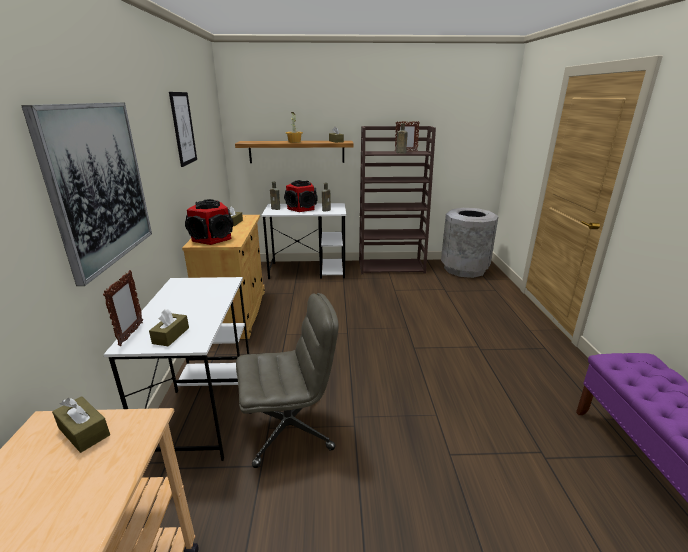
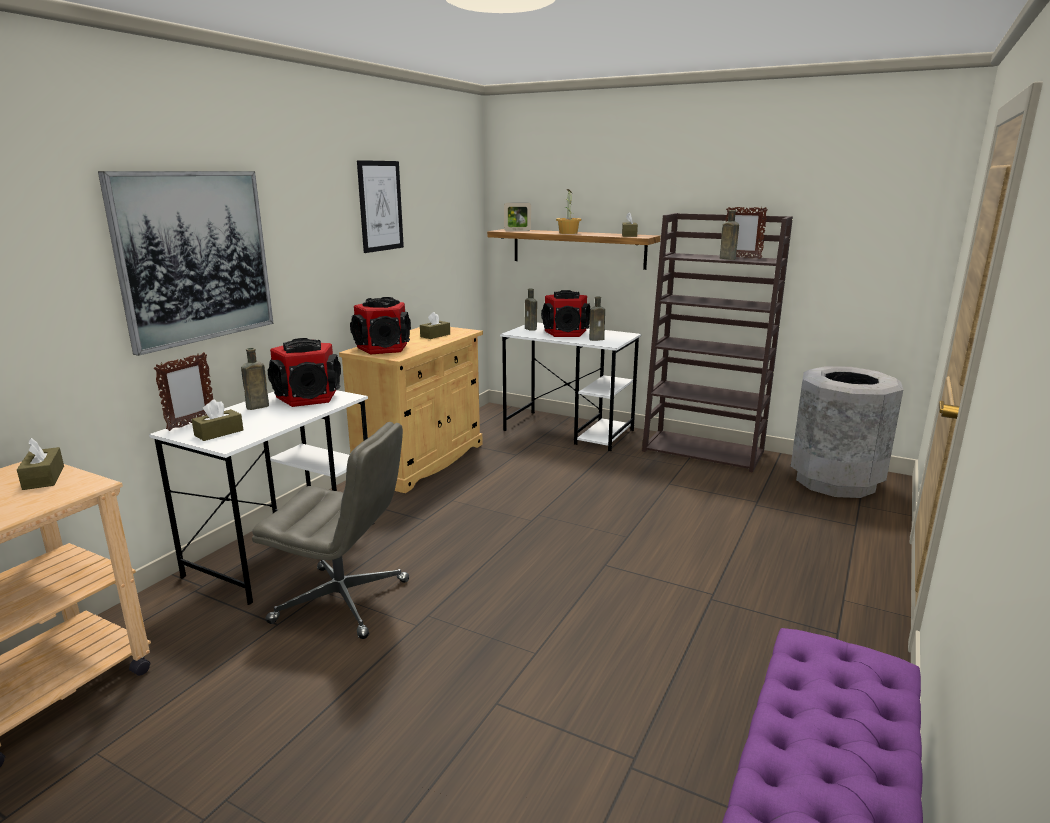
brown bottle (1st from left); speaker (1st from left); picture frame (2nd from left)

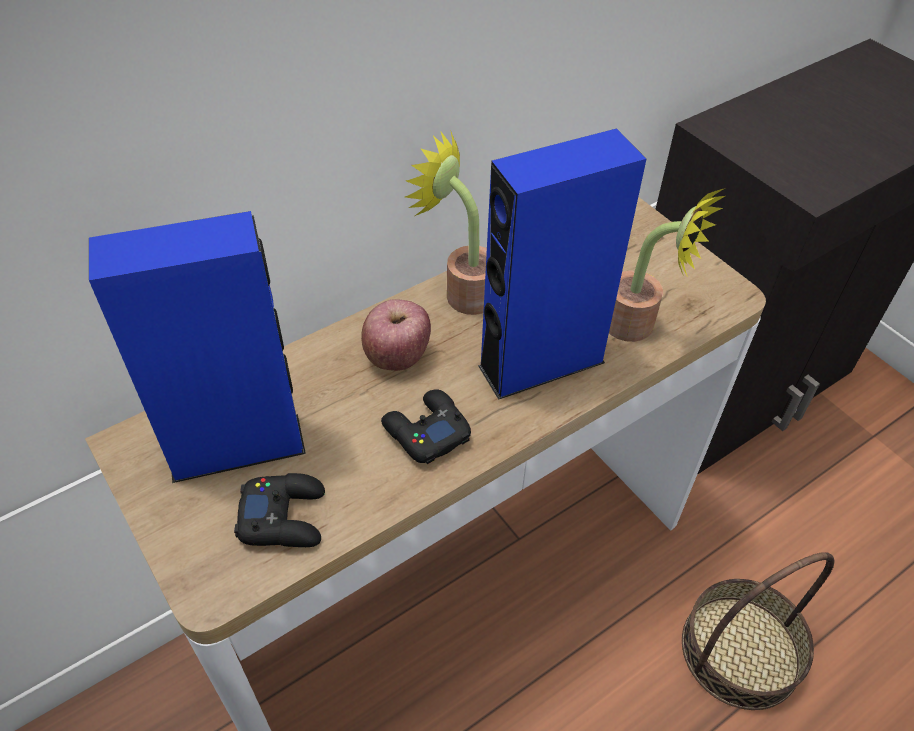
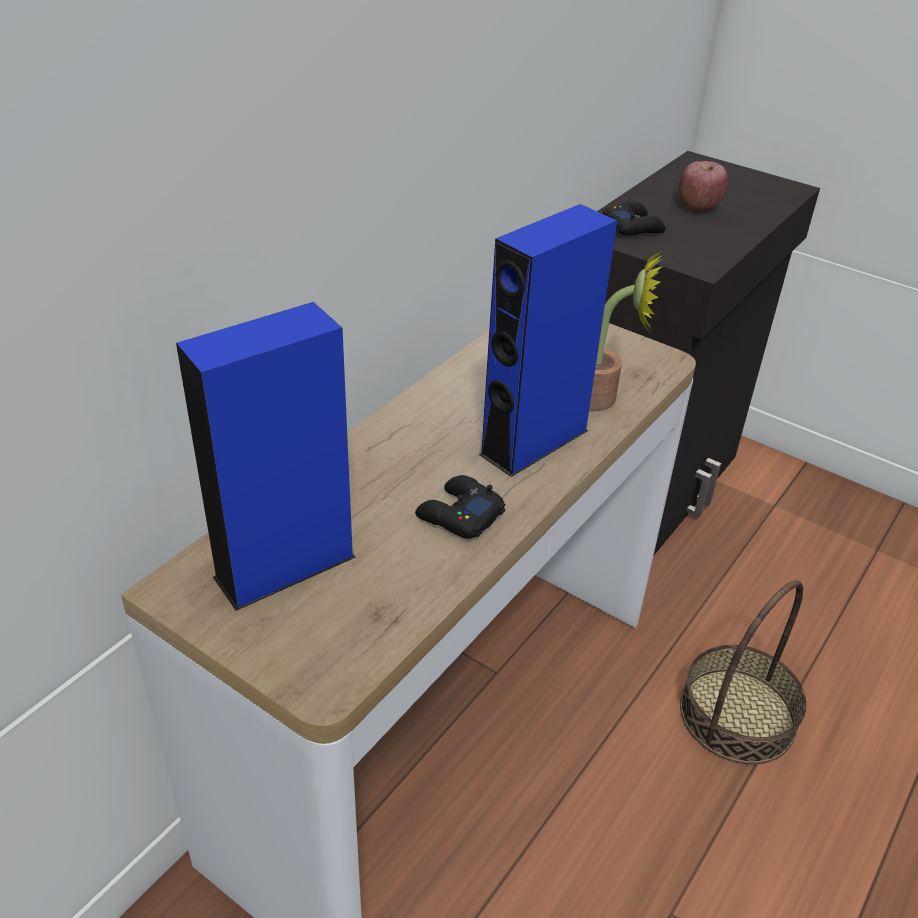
black game controller (2nd from left); apple; potted plant (1st from left in the first image)

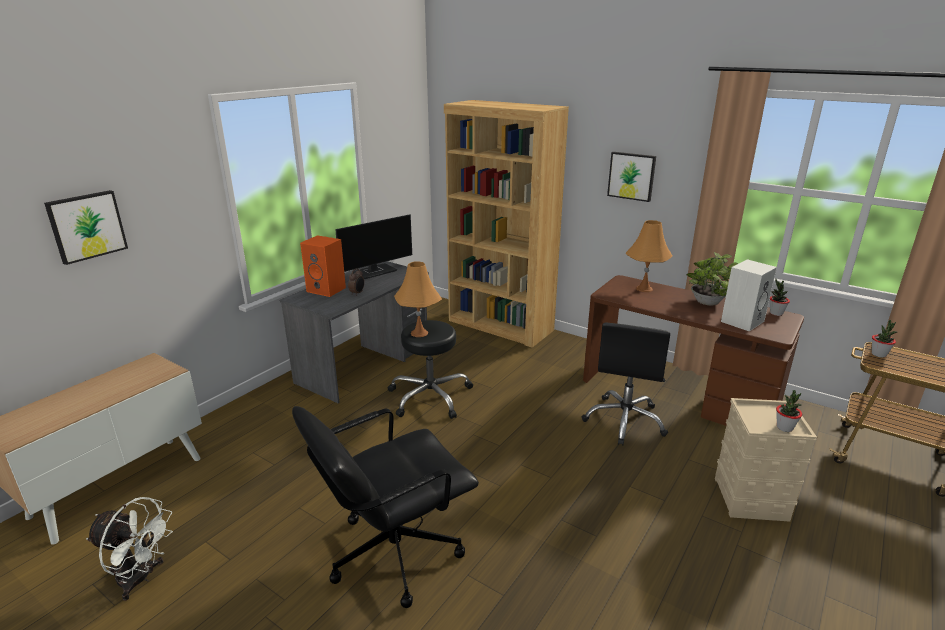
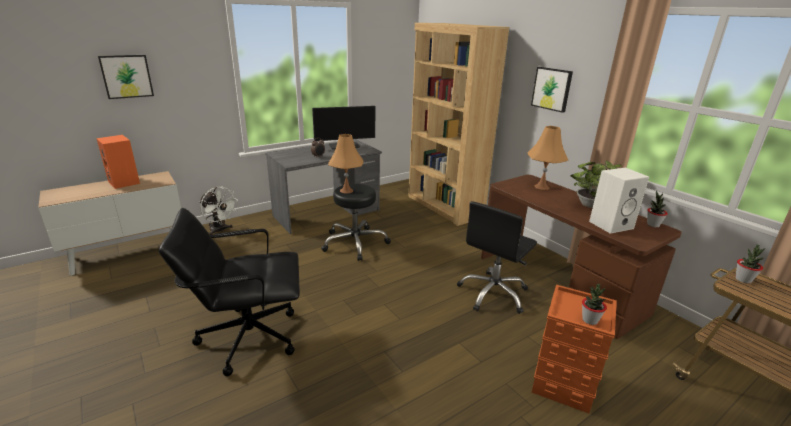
white fan; orange speaker; orange storage box

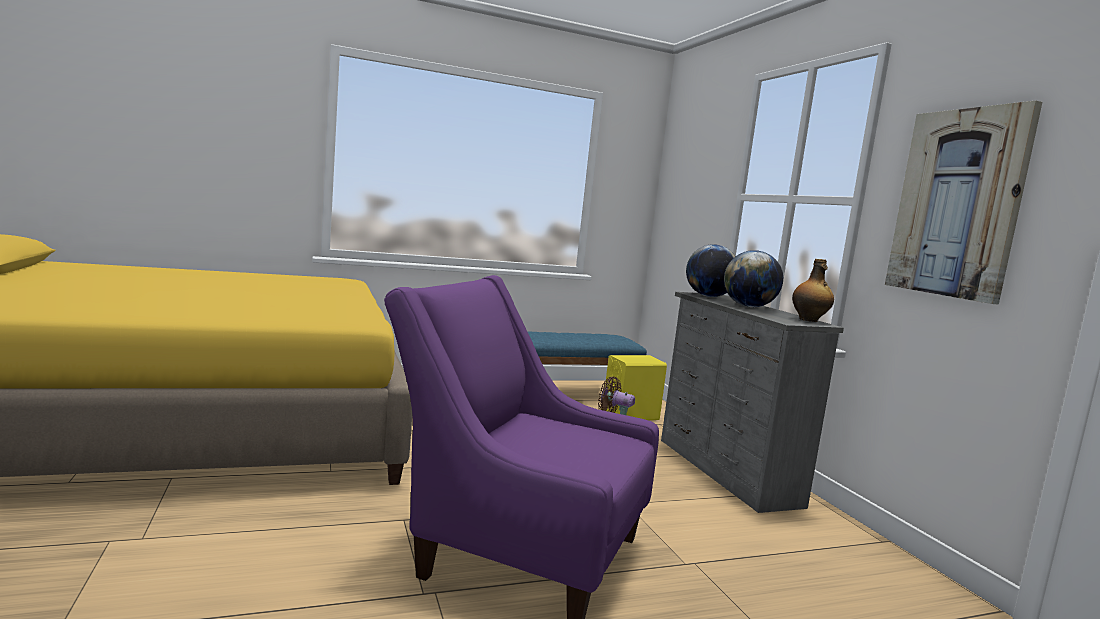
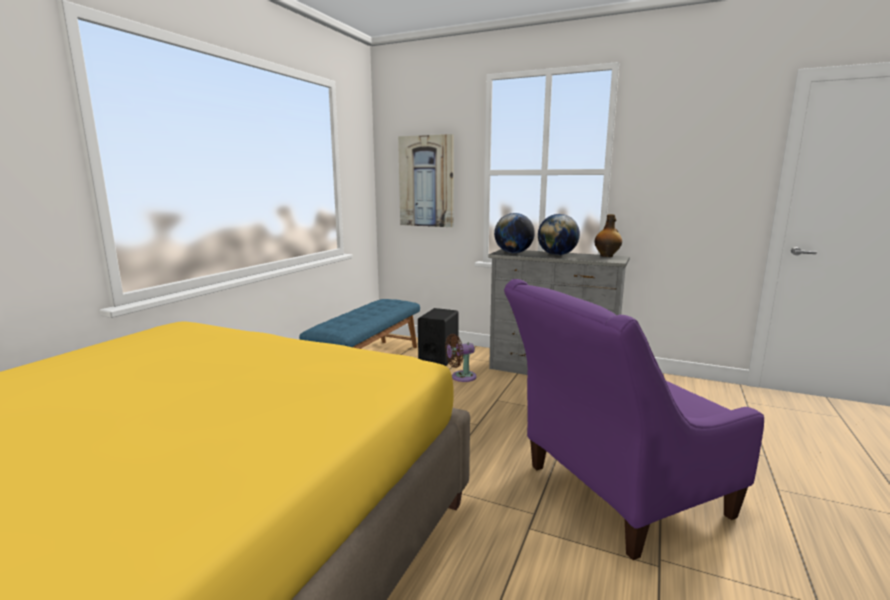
black speaker; picture

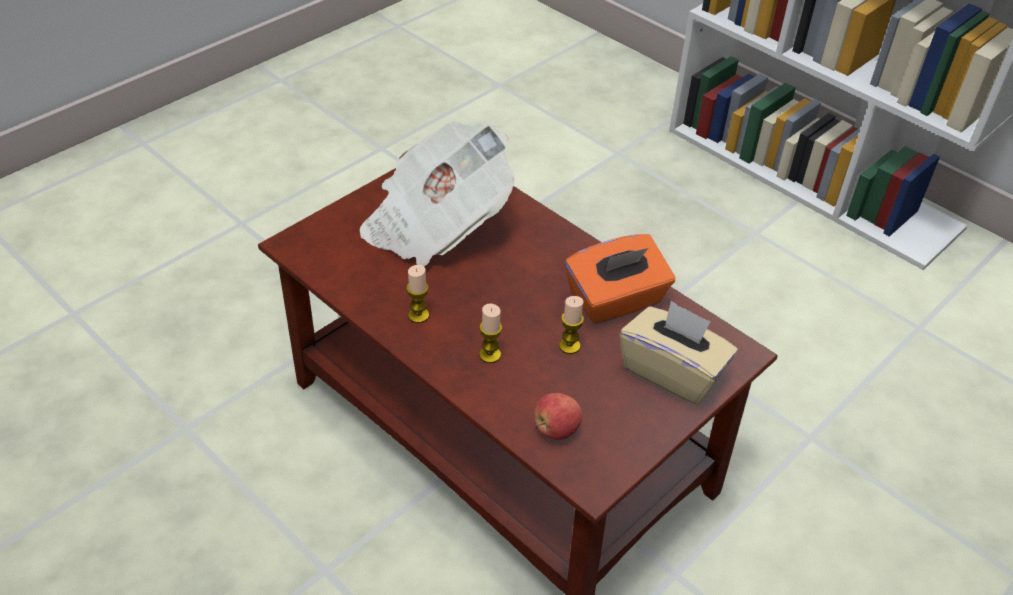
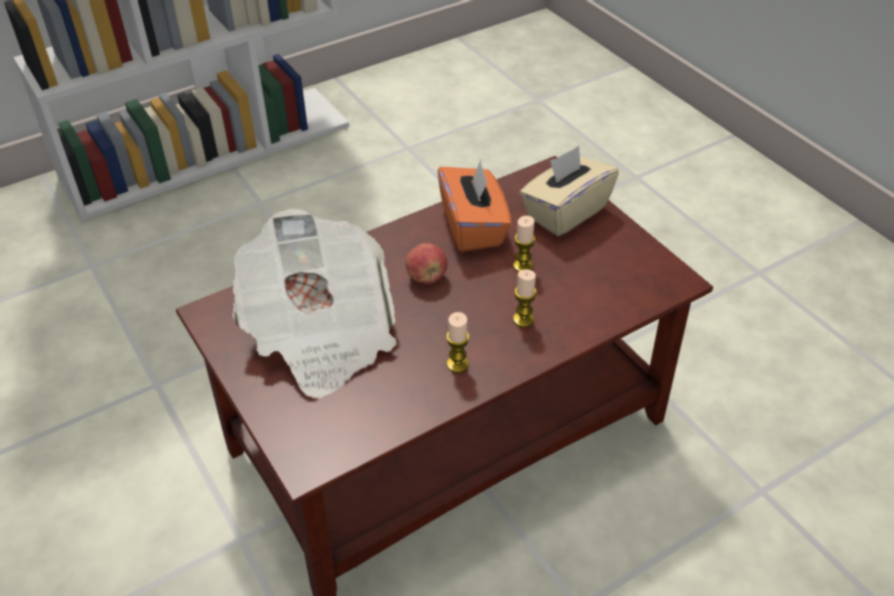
apple

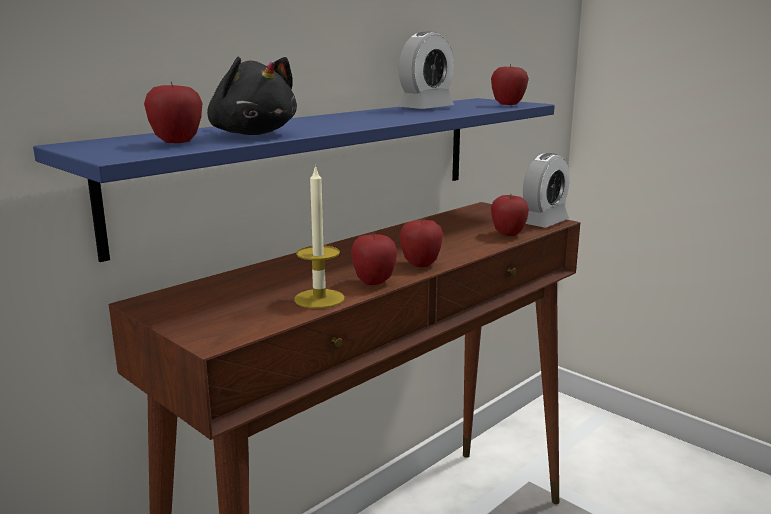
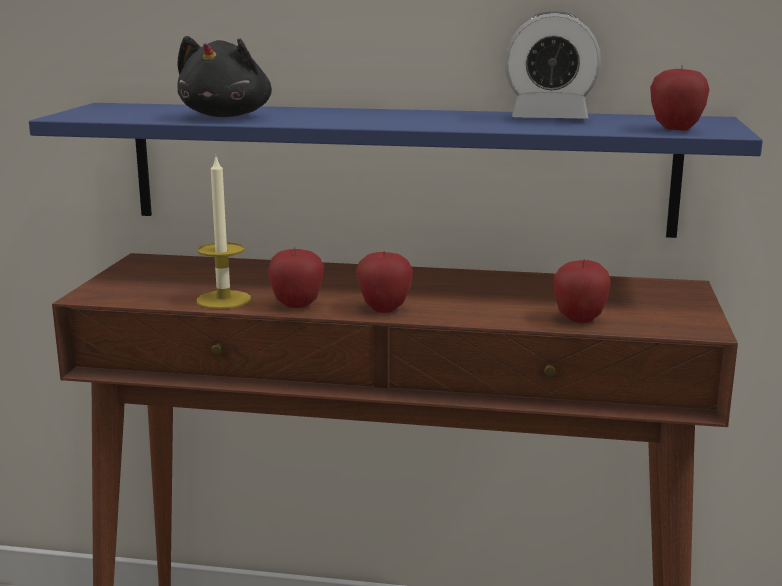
apple (1st from left in the first image); alarm clock (2nd from left in the first image)

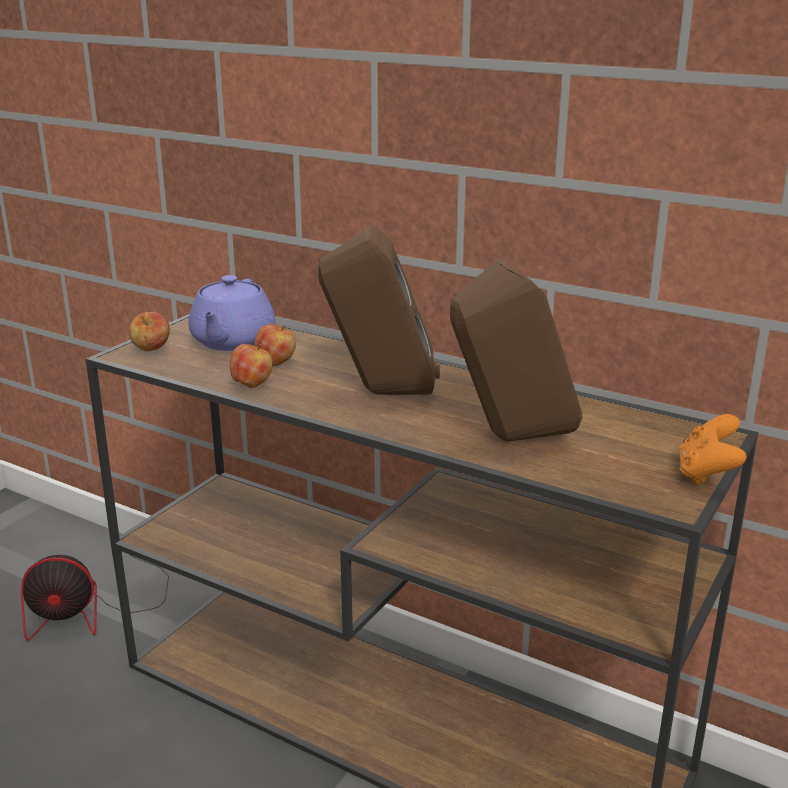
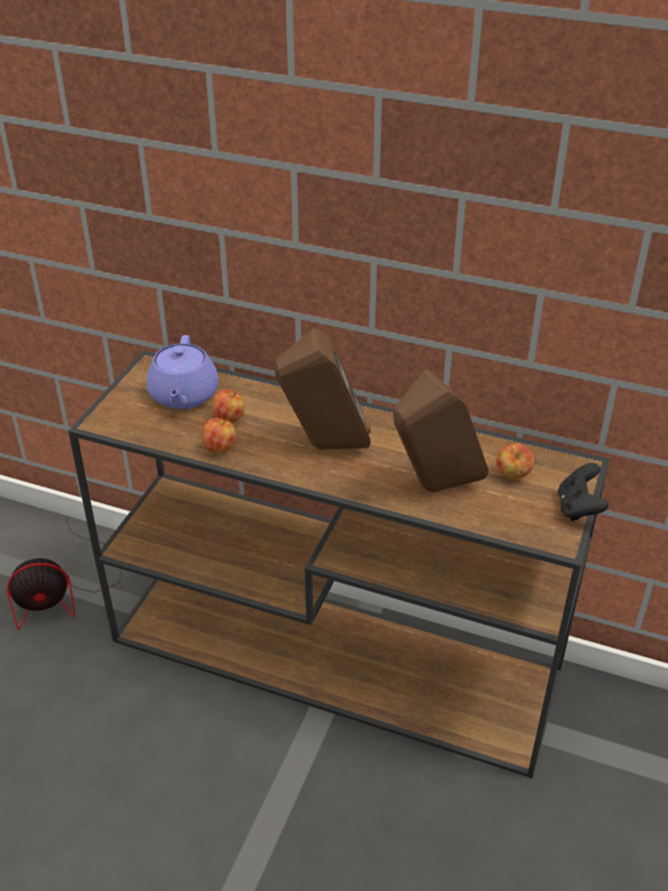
apple (3rd from left); black game controller

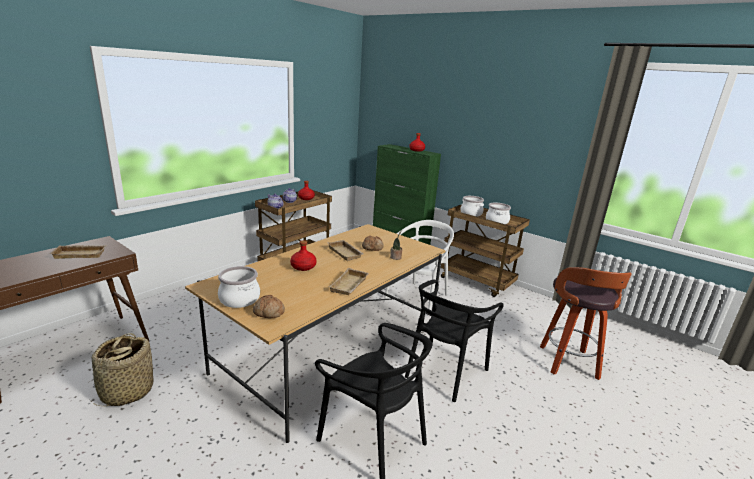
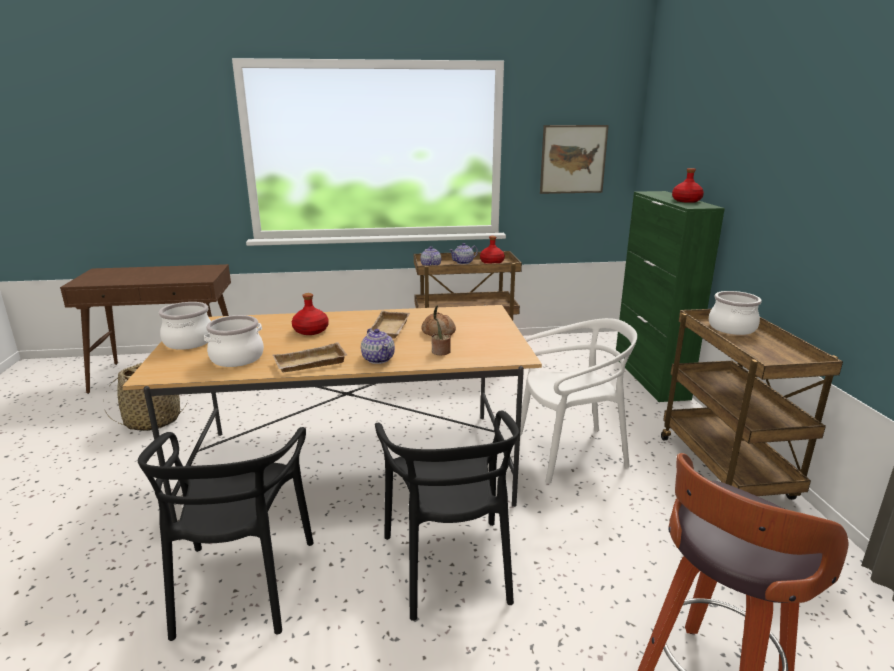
beige tray (1st from left in the first image); bread (1st from left in the first image); black chair (2nd from left); cooking pot (2nd from left); teapot (1st from left); picture

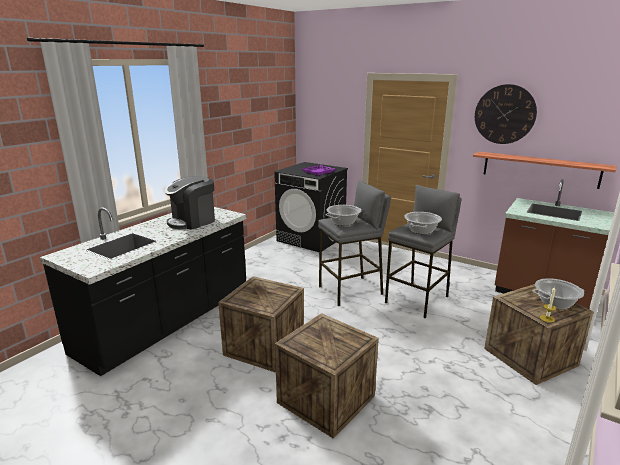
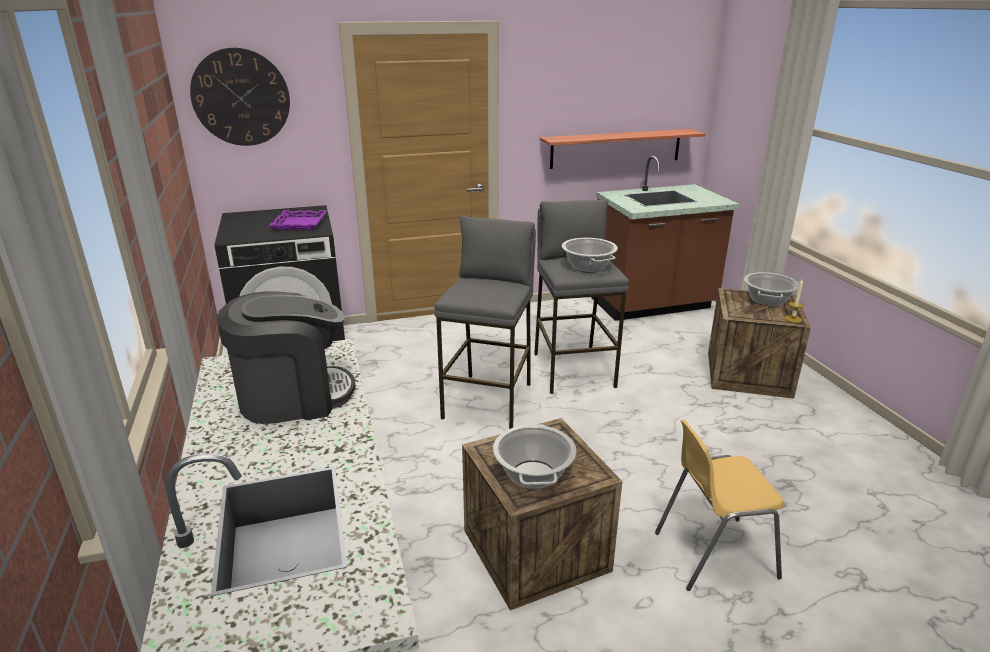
coffee machine; yellow chair; cooking pot (1st from left); wall clock

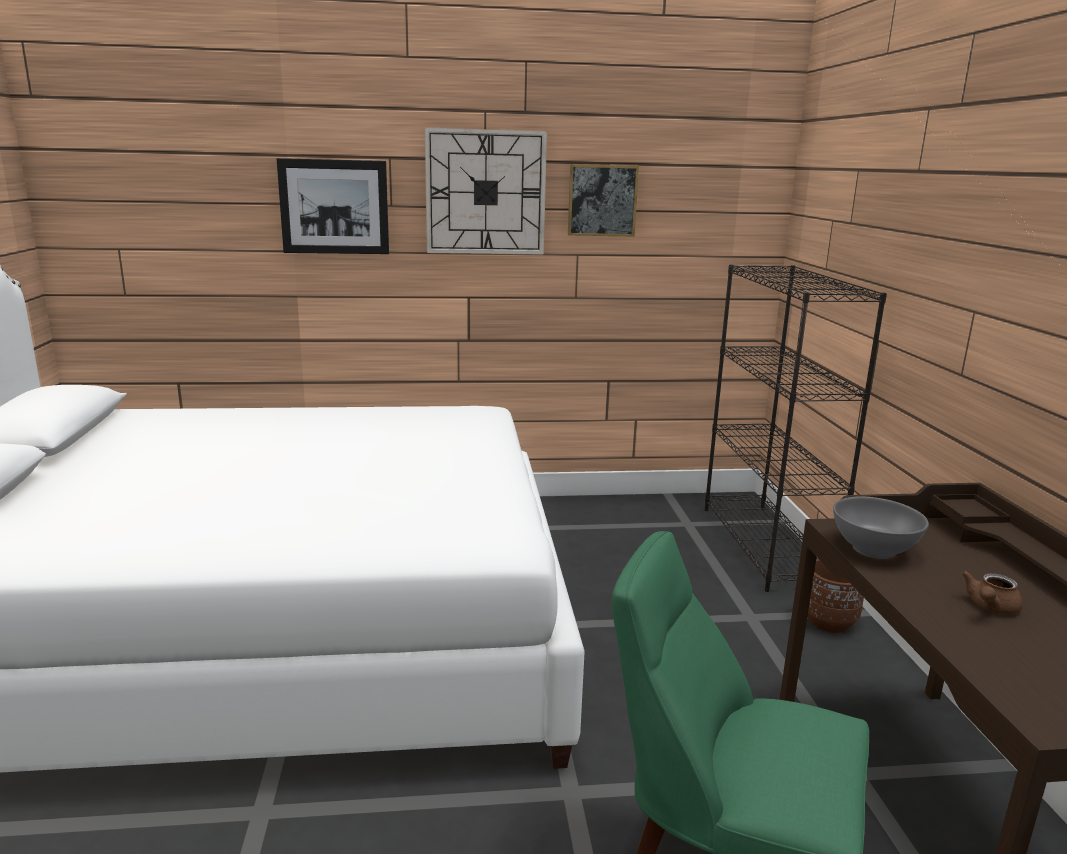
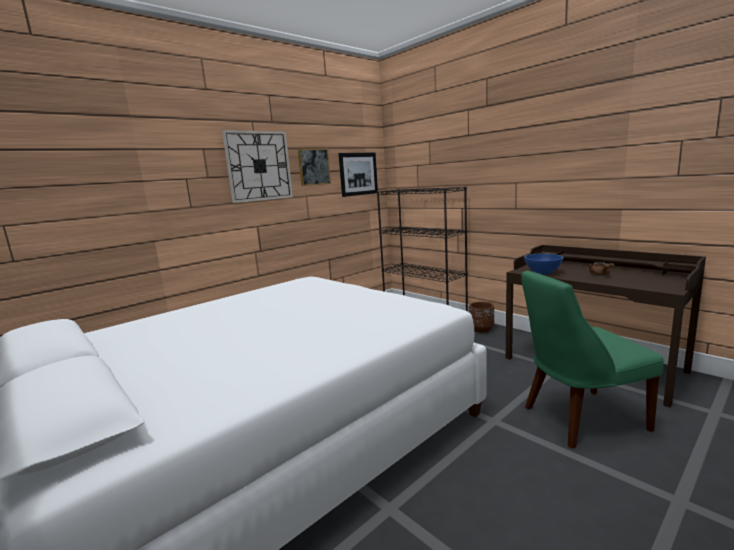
picture (2nd from left); blue bowl

